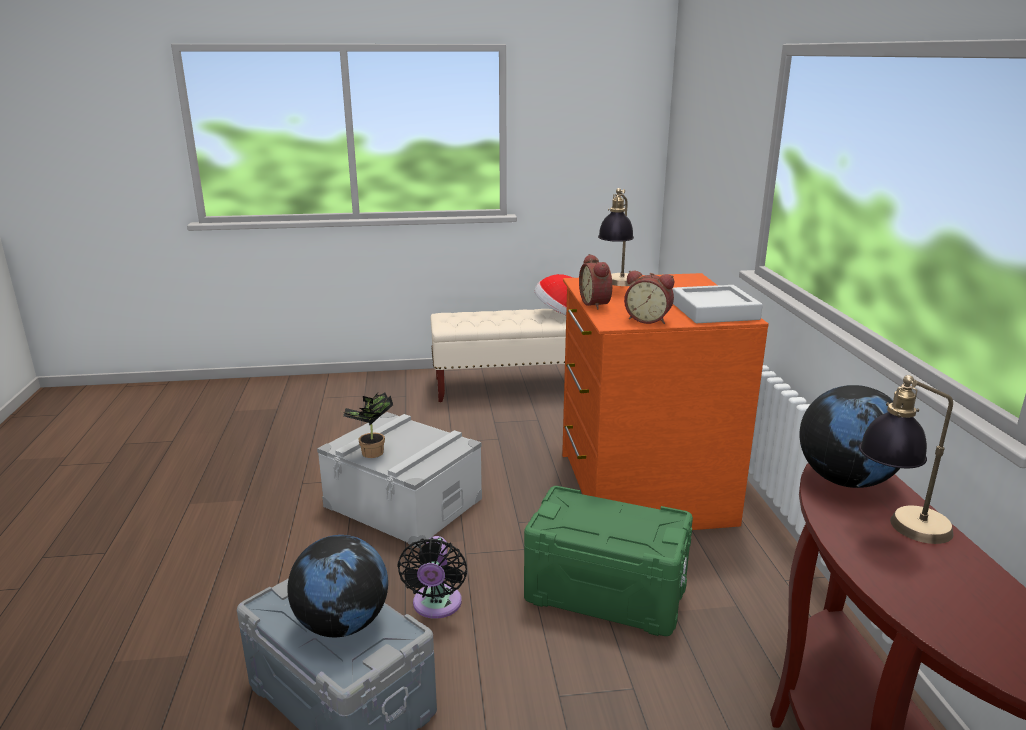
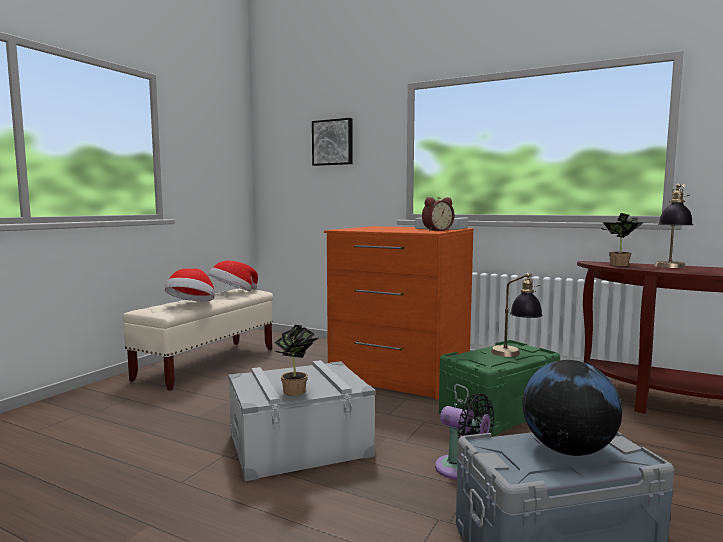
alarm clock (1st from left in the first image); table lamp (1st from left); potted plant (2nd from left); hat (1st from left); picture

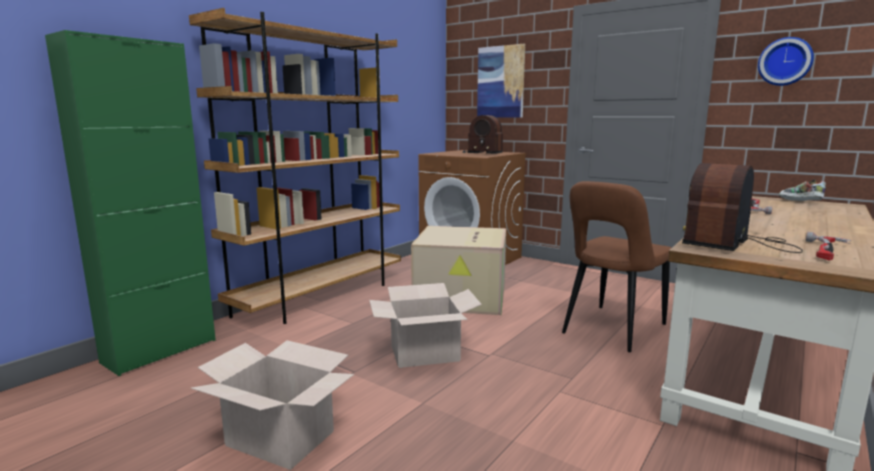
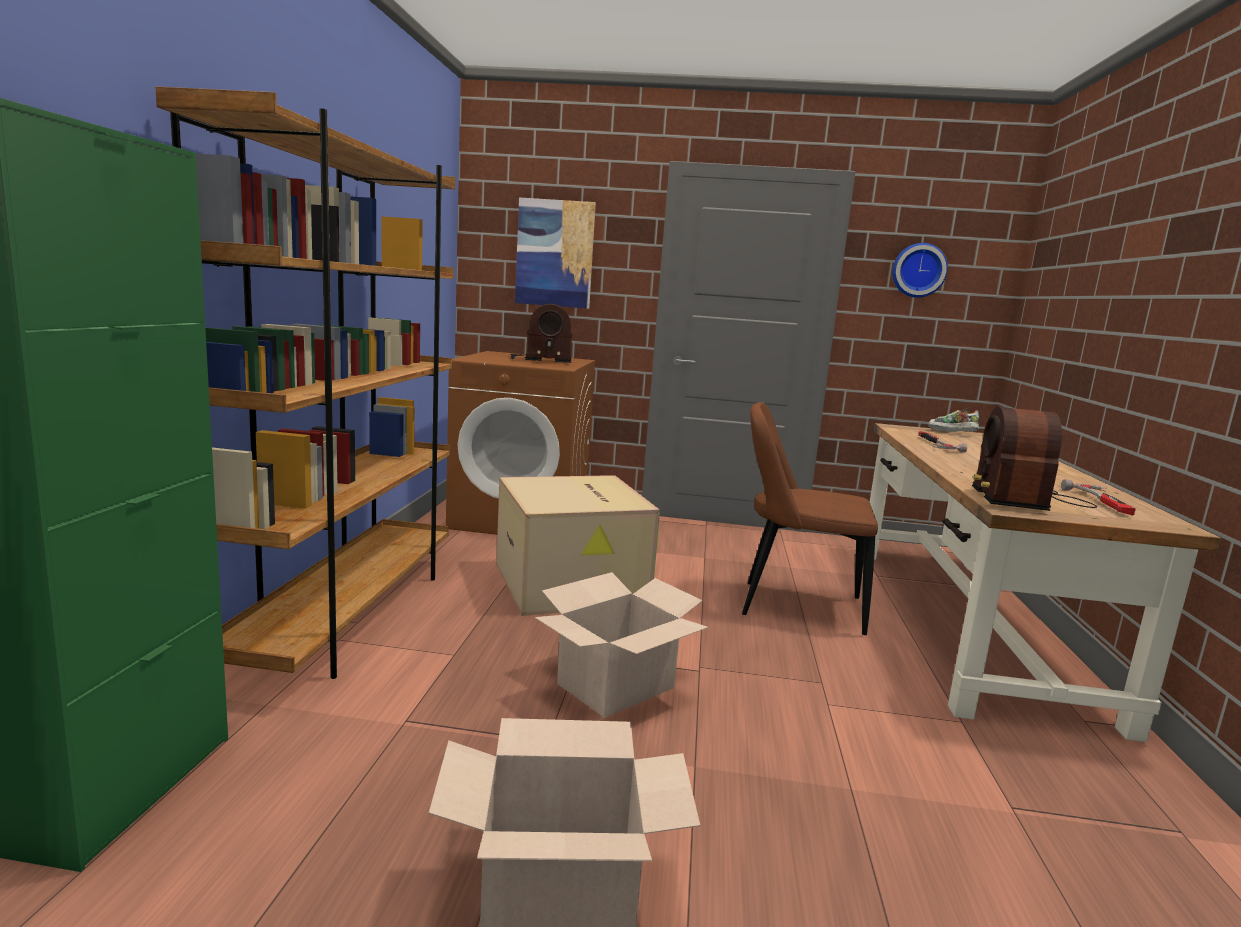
brown chair

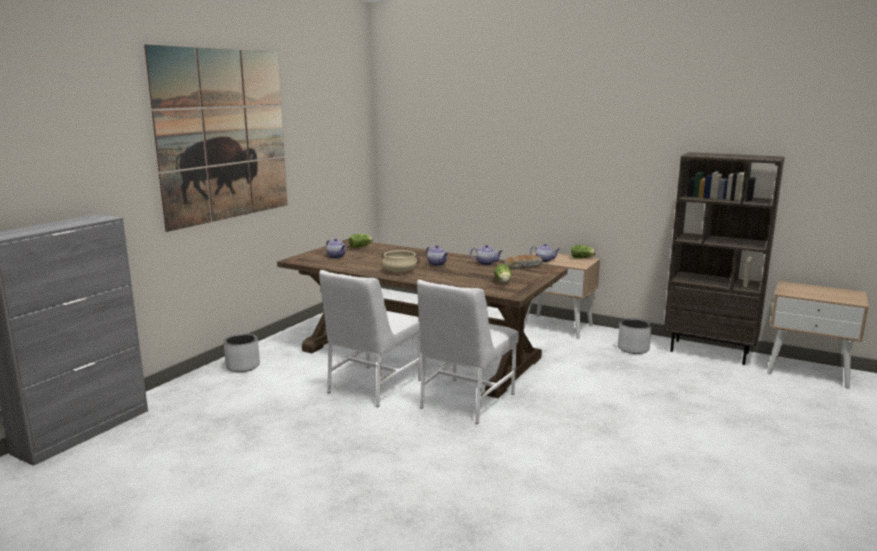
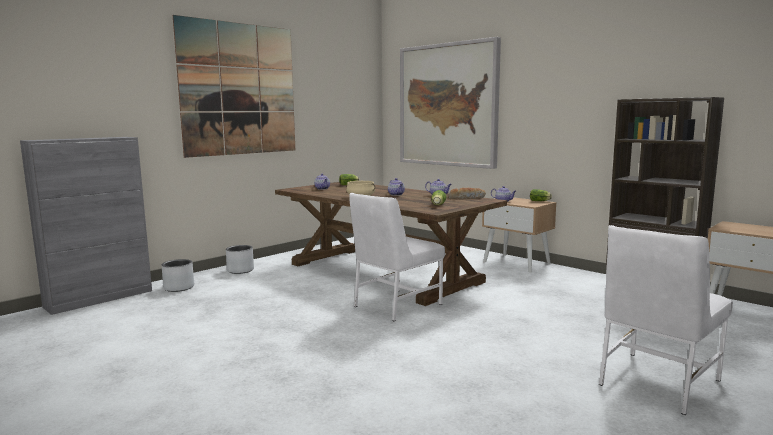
white chair (2nd from left); grey planter (1st from left); picture (2nd from left)

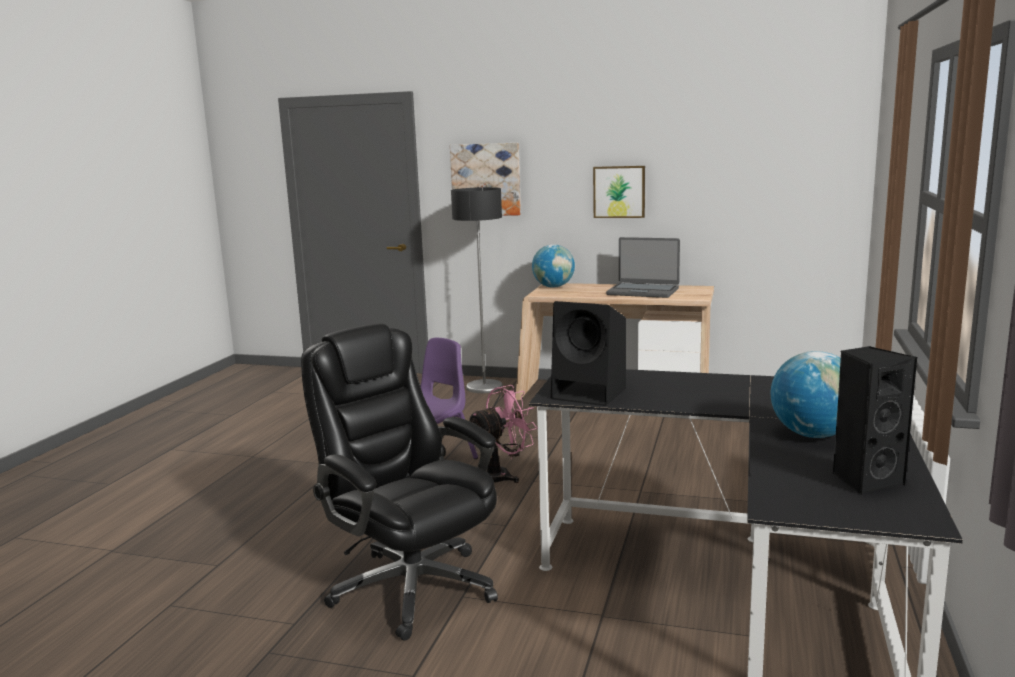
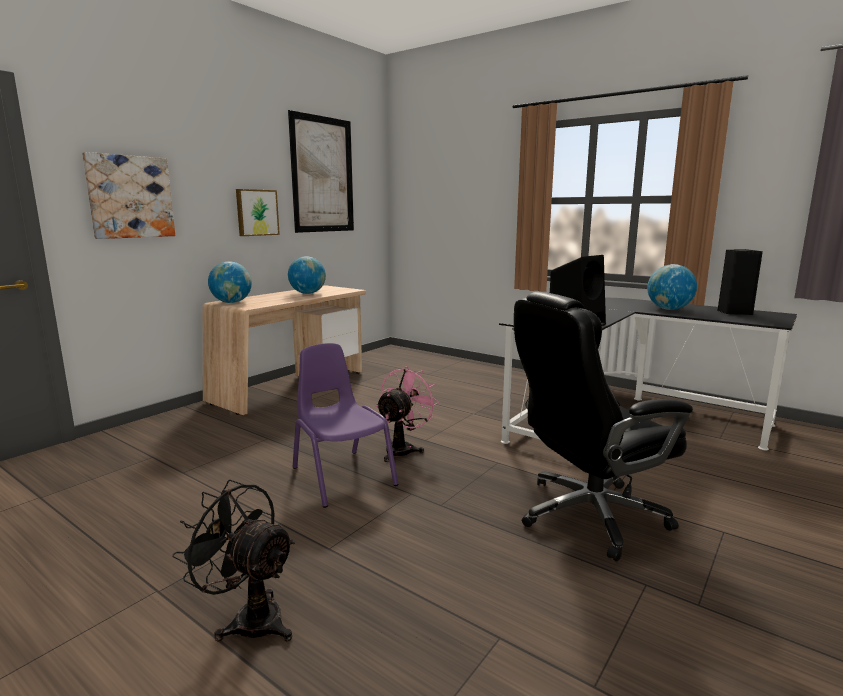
floor lamp; pink fan; globe (2nd from left); black fan; picture (3rd from left)

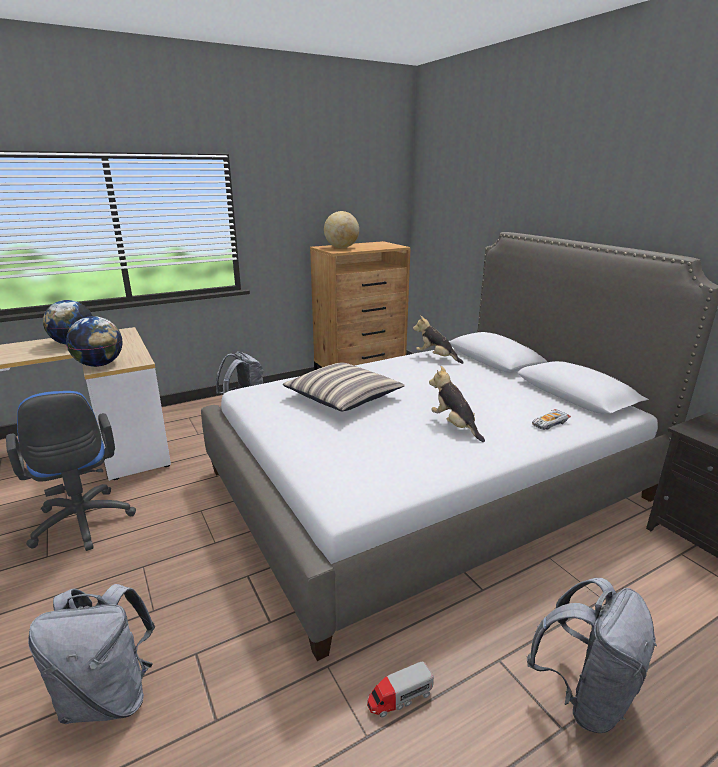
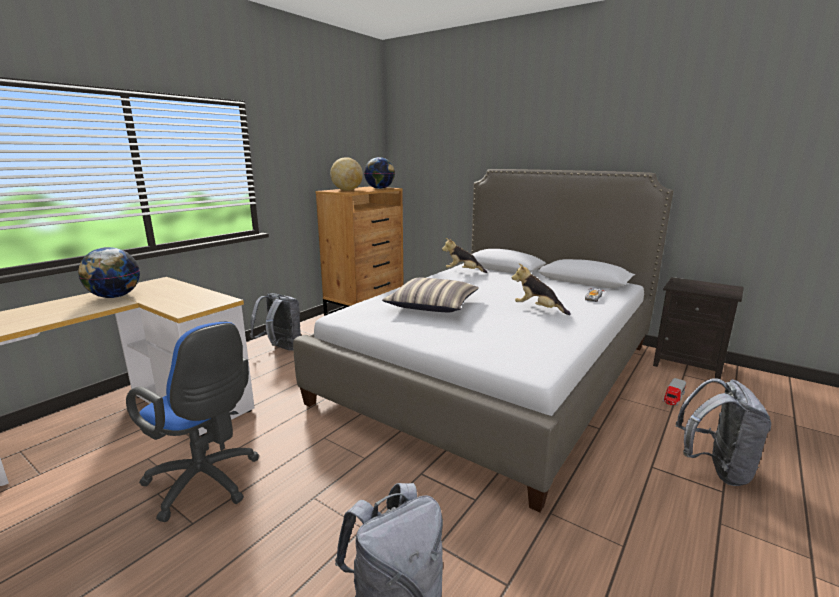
globe (3rd from left); toy truck

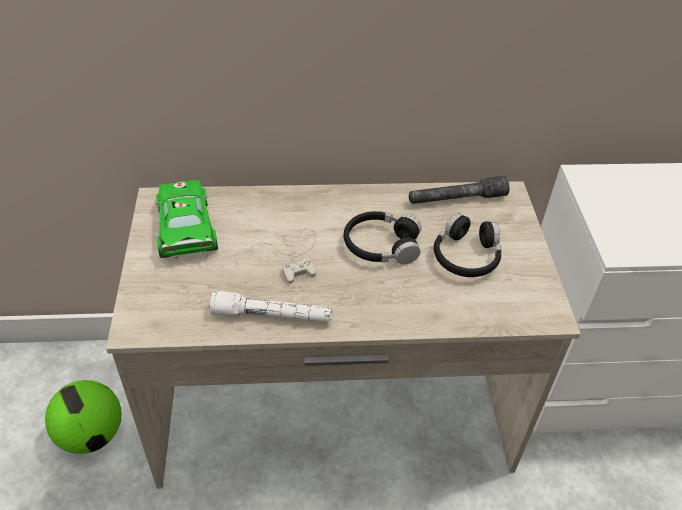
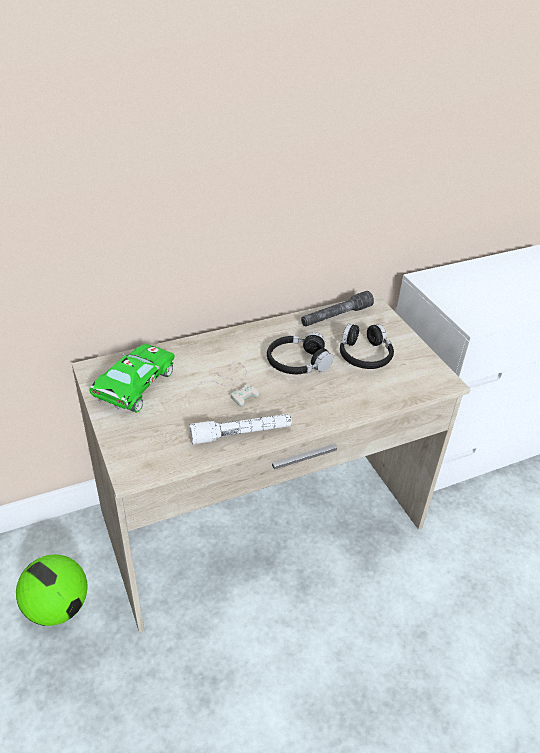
green toy car

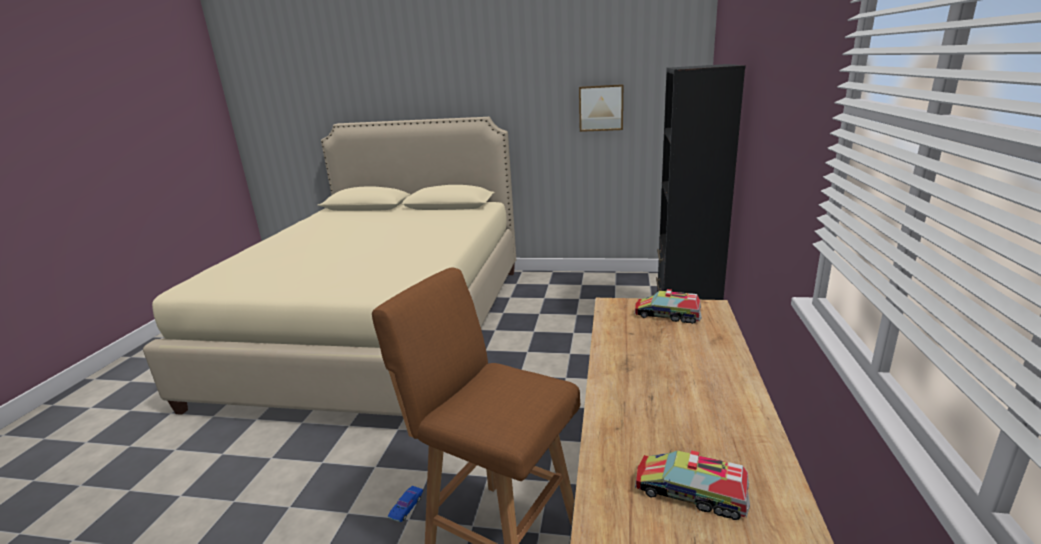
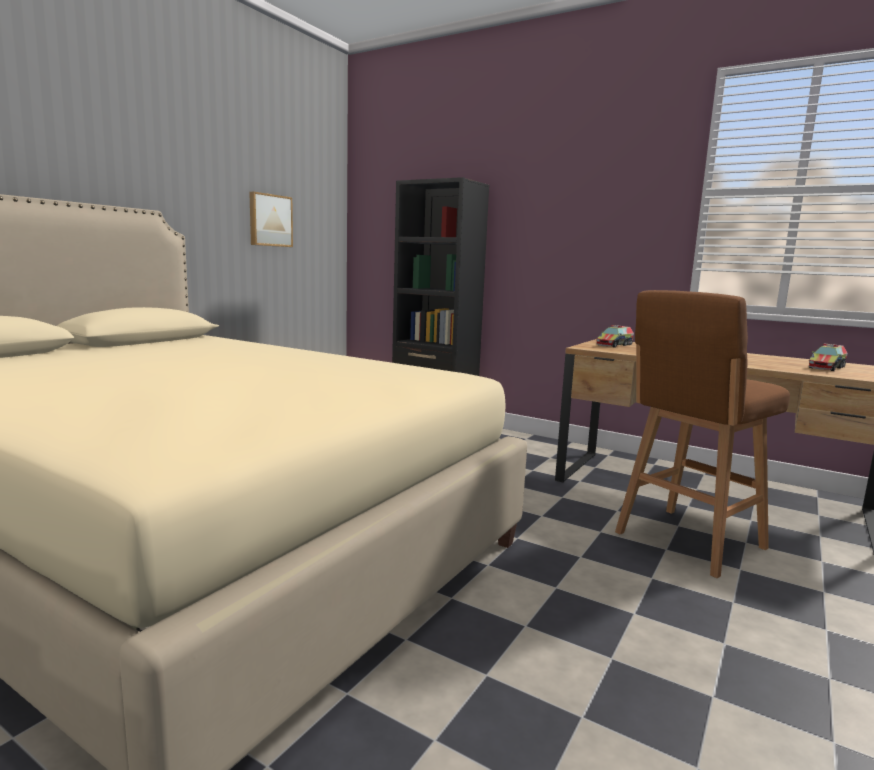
blue toy car

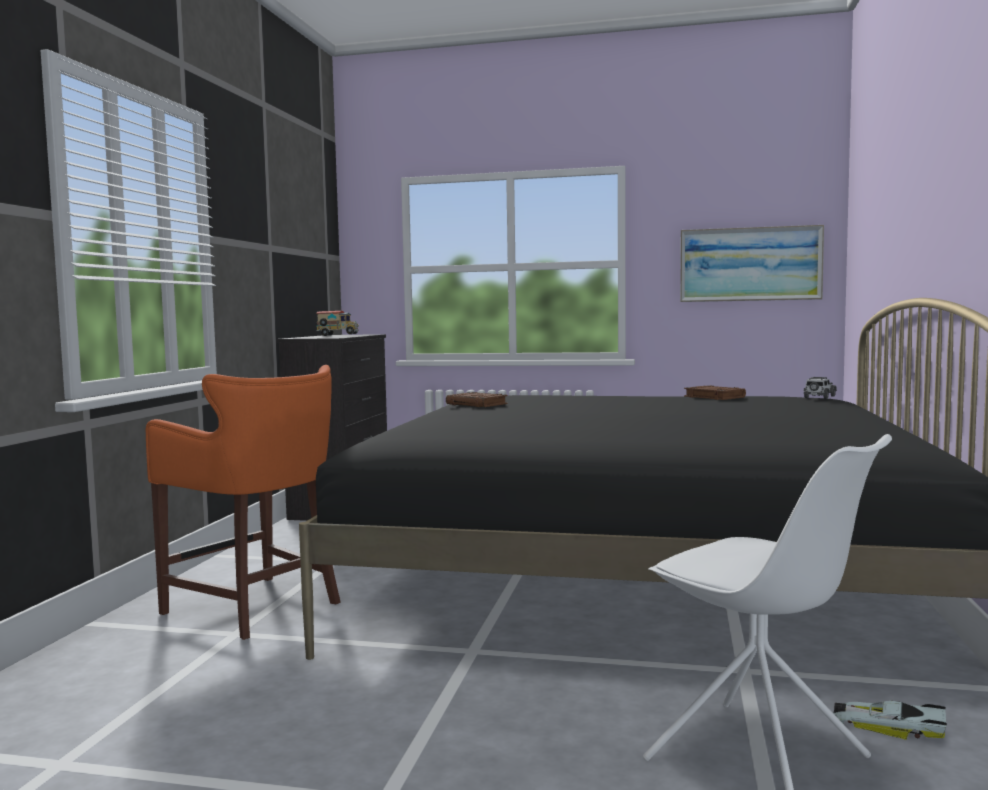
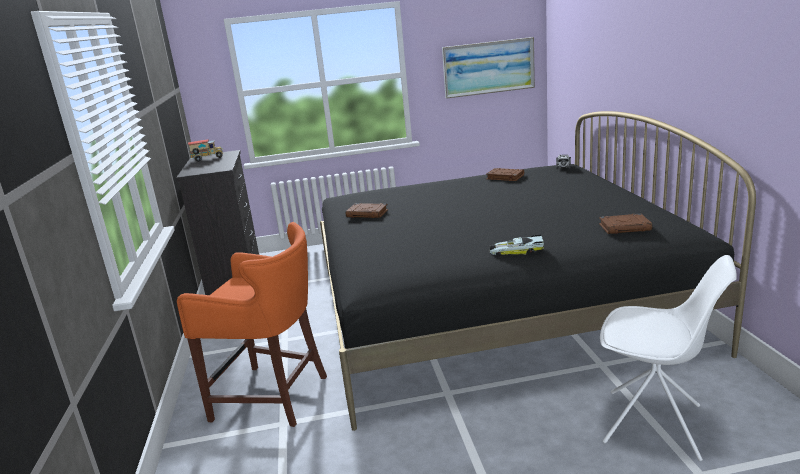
toy car (1st from left); brown book (3rd from left)

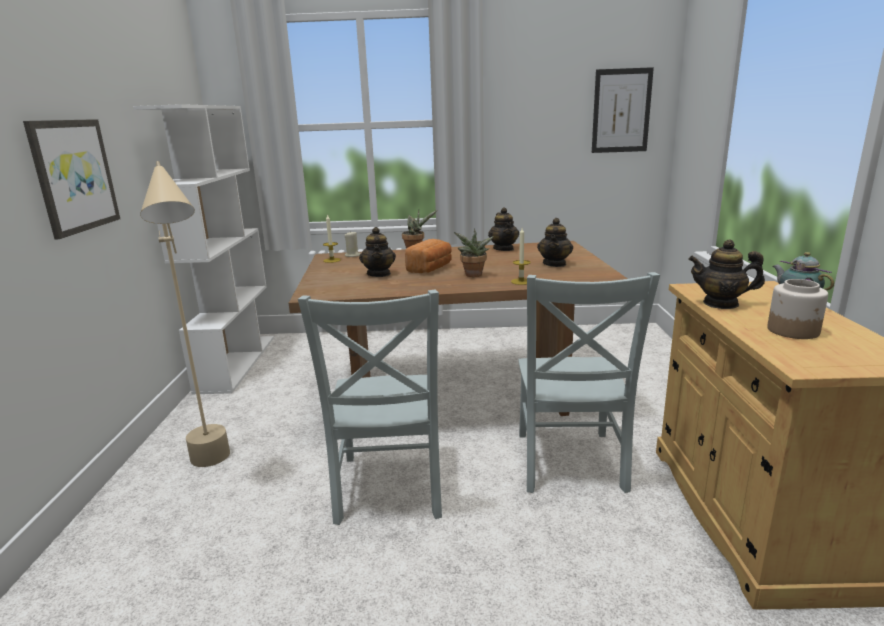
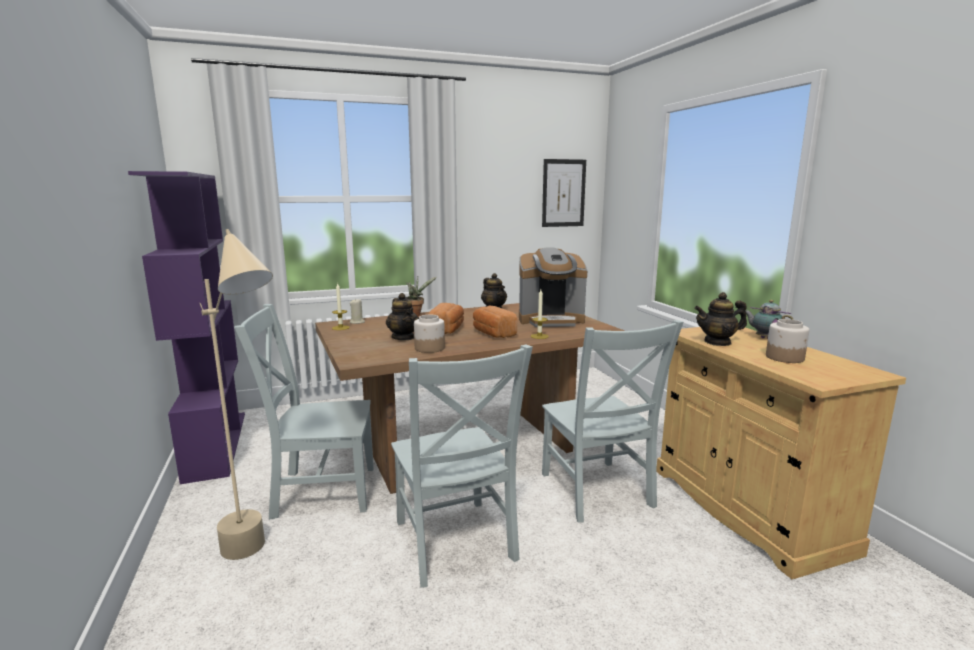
picture (1st from left in the first image); purple bookcase; bread (2nd from left); coffee machine; grey chair (1st from left); jar (1st from left)

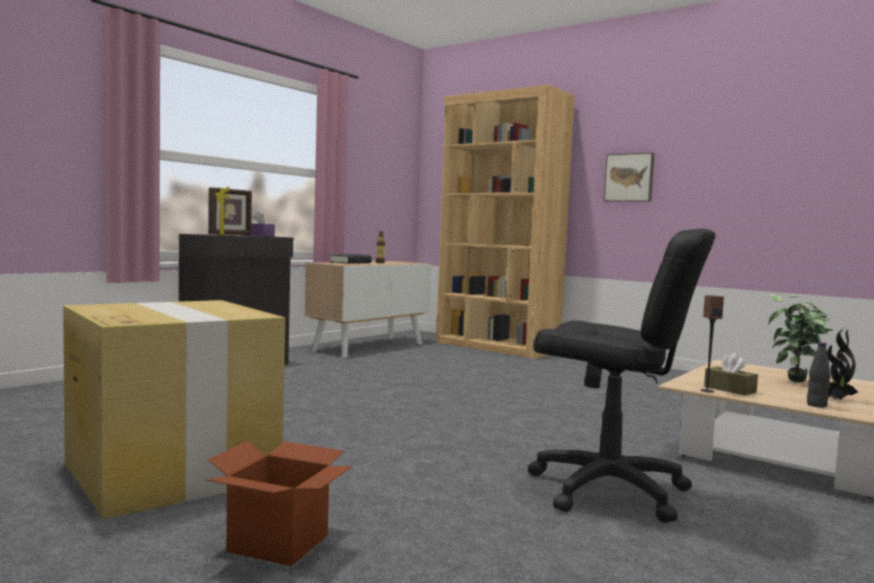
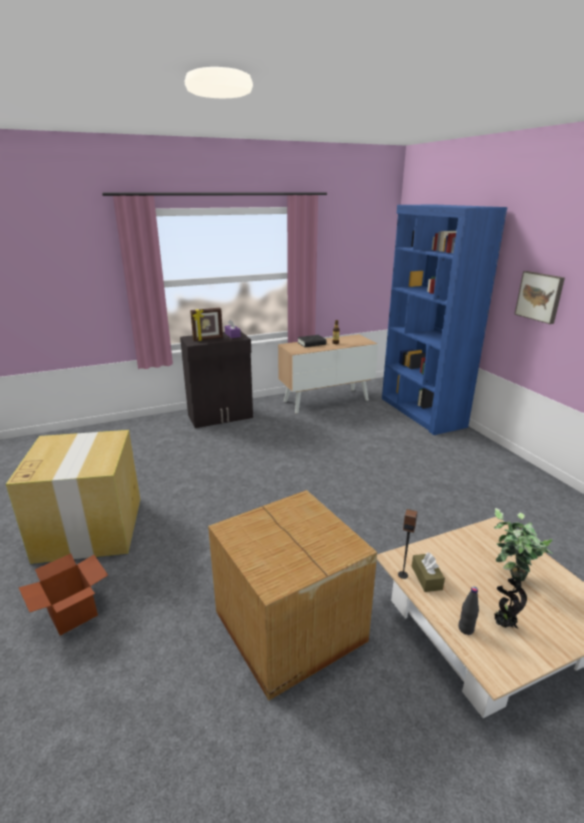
blue bookcase; cardboard box (3rd from left)

